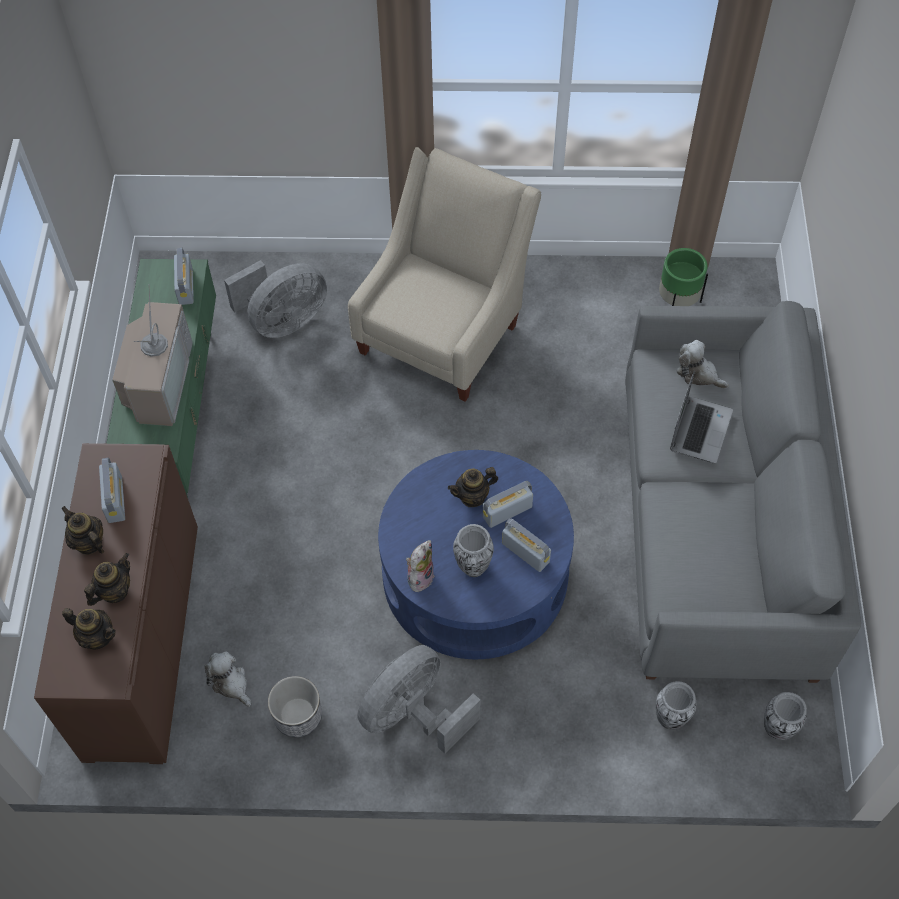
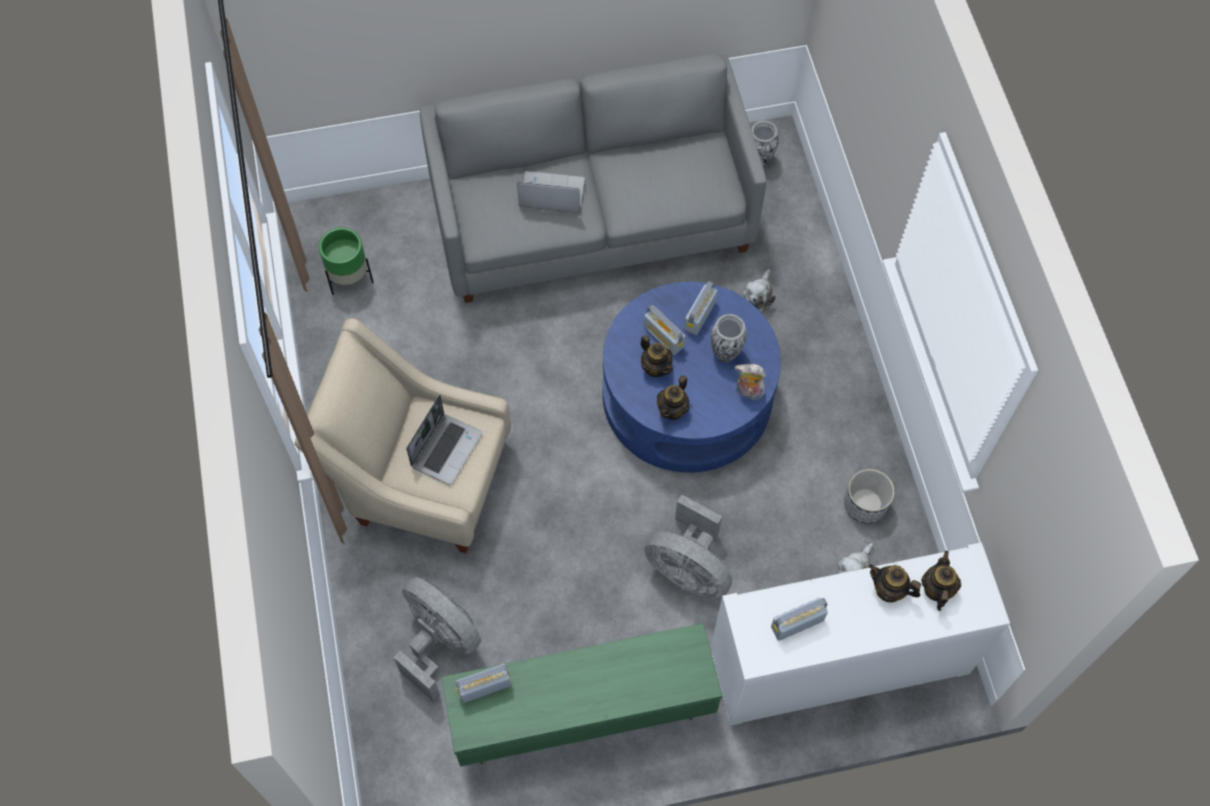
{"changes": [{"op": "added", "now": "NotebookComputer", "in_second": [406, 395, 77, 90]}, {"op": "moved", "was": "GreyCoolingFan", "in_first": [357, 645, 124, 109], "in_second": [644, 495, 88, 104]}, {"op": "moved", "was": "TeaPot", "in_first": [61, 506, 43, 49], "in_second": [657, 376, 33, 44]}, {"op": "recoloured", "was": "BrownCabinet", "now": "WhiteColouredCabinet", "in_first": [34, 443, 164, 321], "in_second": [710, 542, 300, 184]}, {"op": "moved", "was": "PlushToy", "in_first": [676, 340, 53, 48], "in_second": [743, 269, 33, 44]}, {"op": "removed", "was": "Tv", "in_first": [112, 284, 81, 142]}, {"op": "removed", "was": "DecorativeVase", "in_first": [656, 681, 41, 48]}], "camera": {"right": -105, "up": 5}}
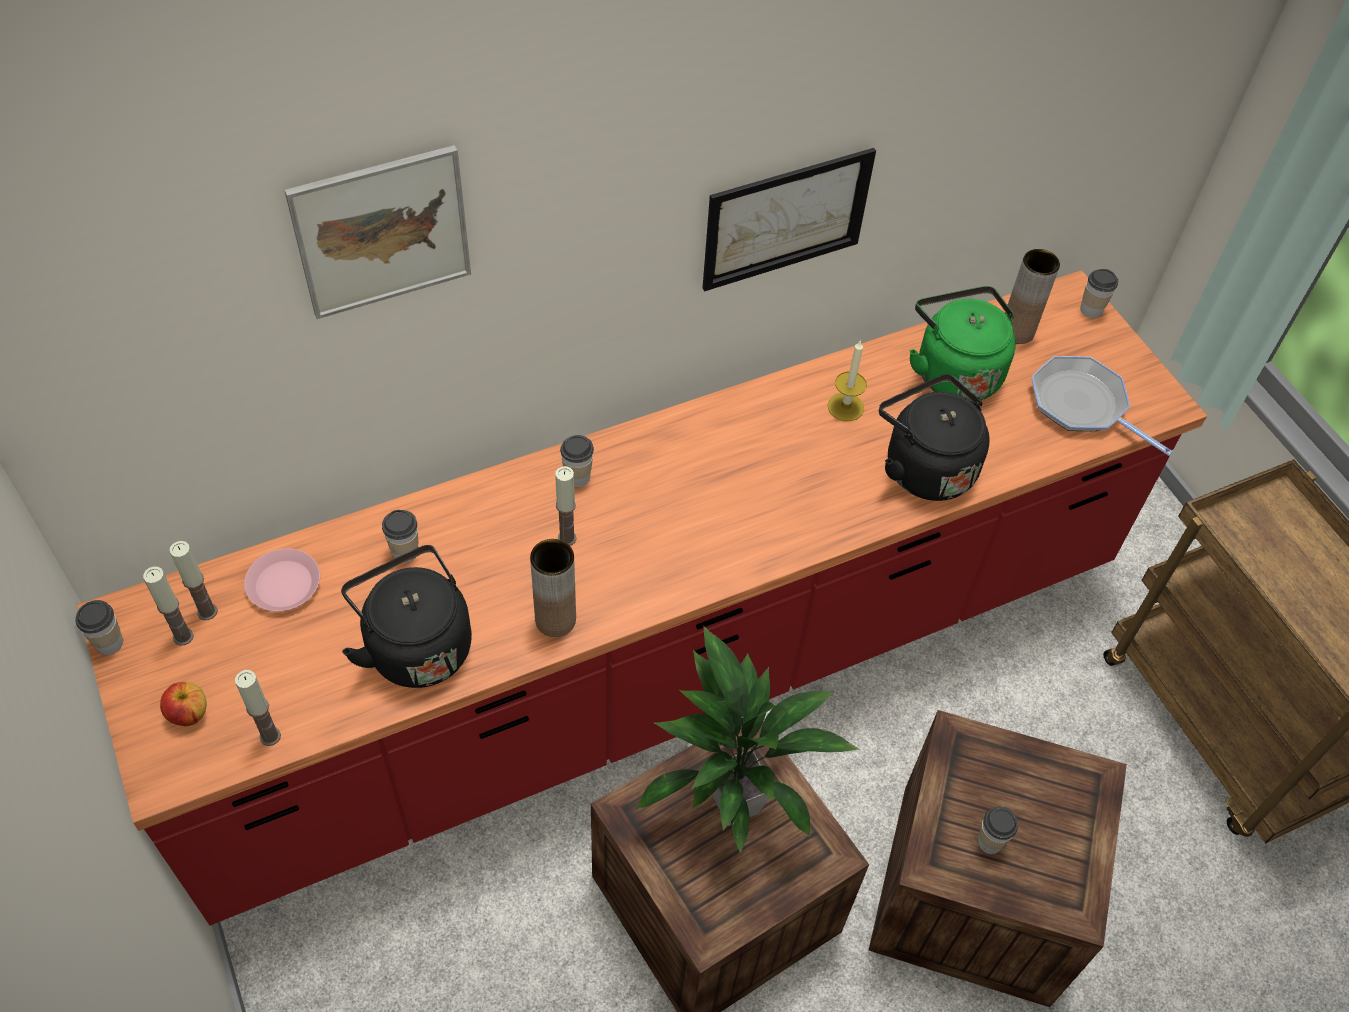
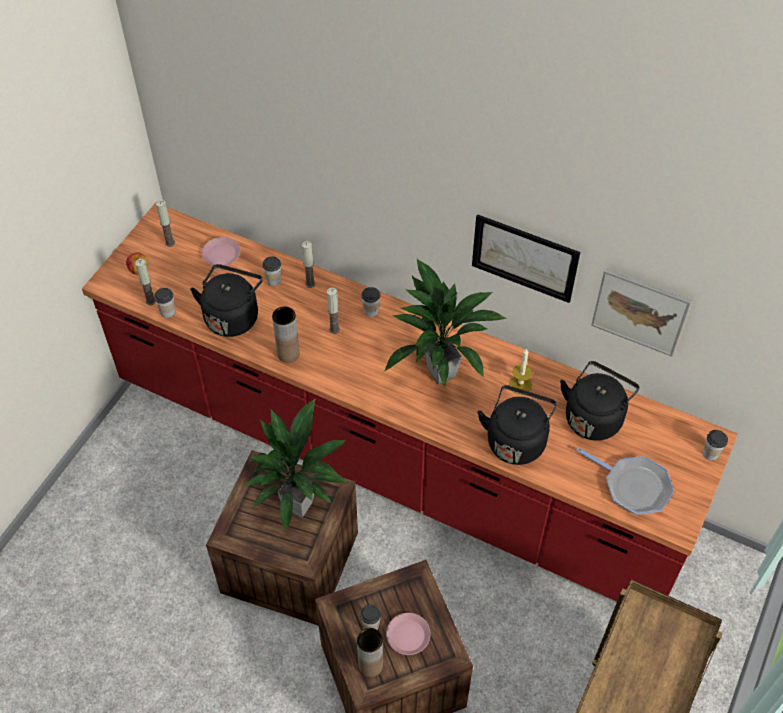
{"changes": [{"op": "moved", "was": "SmallCup", "in_first": [76, 600, 47, 55], "in_second": [154, 288, 21, 30]}, {"op": "moved", "was": "WaxLight", "in_first": [170, 541, 48, 79], "in_second": [302, 241, 13, 47]}, {"op": "moved", "was": "BrownDecorativeVase", "in_first": [1005, 249, 55, 95], "in_second": [357, 628, 26, 50]}, {"op": "added", "now": "PlantInAPot", "in_second": [384, 259, 124, 128]}, {"op": "added", "now": "PinkColouredFlatDish", "in_second": [386, 613, 45, 42]}, {"op": "recoloured", "was": "GreenTeaKettle", "now": "BlackishTeaKettle", "in_first": [910, 286, 106, 116], "in_second": [560, 361, 80, 80]}, {"op": "turned", "was": "FryingPan", "in_first": [1032, 356, 141, 100], "in_second": [576, 447, 98, 68], "clockwise": 120}, {"op": "moved", "was": "WallPicture", "in_first": [284, 145, 187, 174], "in_second": [591, 269, 101, 88]}], "camera": {"right": 55, "up": 0}}
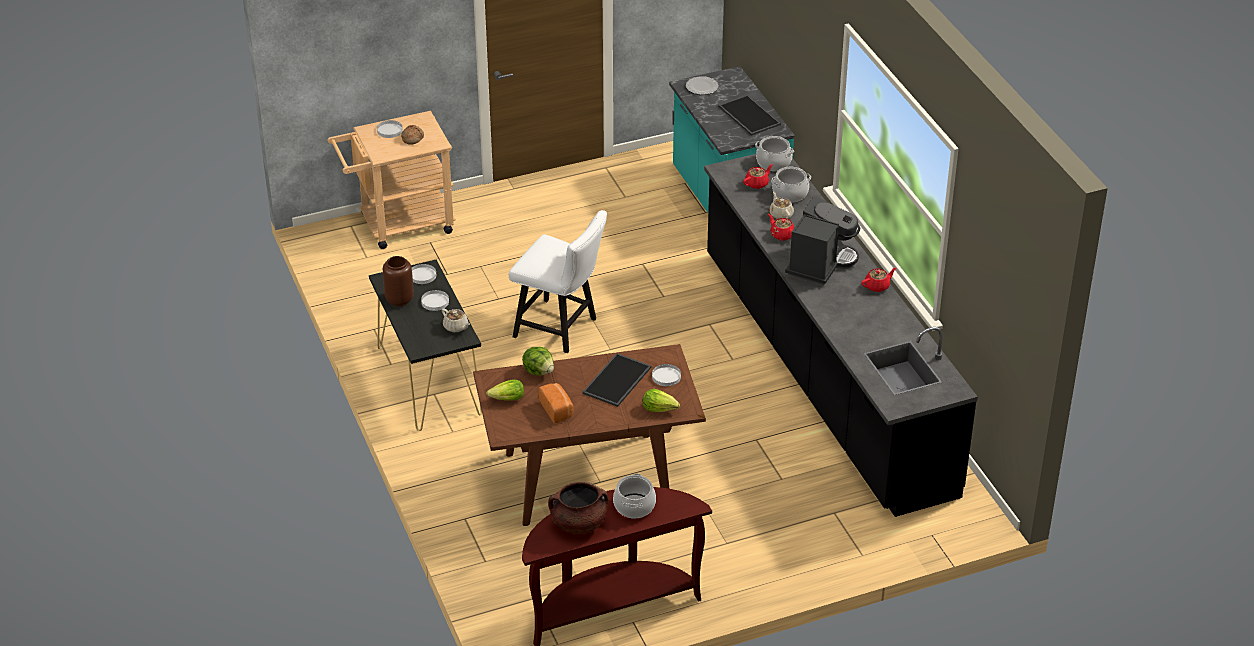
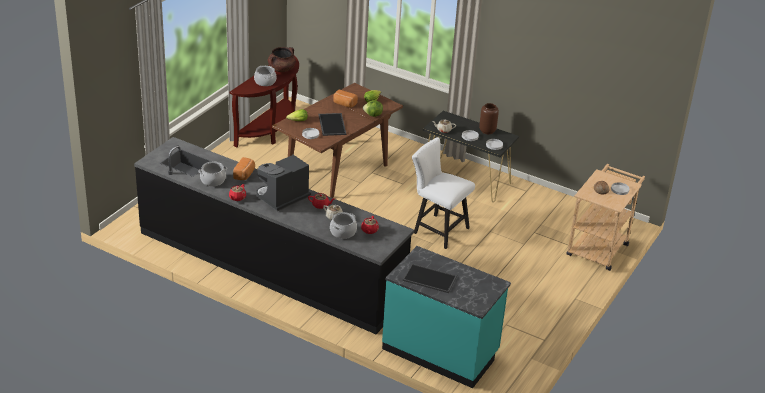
{"changes": [{"op": "moved", "was": "CookingPot", "in_first": [755, 136, 39, 35], "in_second": [198, 162, 29, 24]}, {"op": "added", "now": "BakedBread", "in_second": [233, 157, 22, 23]}, {"op": "turned", "was": "CoffeeMachine", "in_first": [785, 196, 75, 89], "in_second": [257, 154, 54, 57], "clockwise": 60}, {"op": "turned", "was": "WhiteColouredChair", "in_first": [509, 210, 98, 143], "in_second": [412, 137, 63, 112], "clockwise": 45}, {"op": "removed", "was": "FlatDish", "in_first": [686, 76, 32, 19]}], "camera": {"right": 140, "up": -5}}
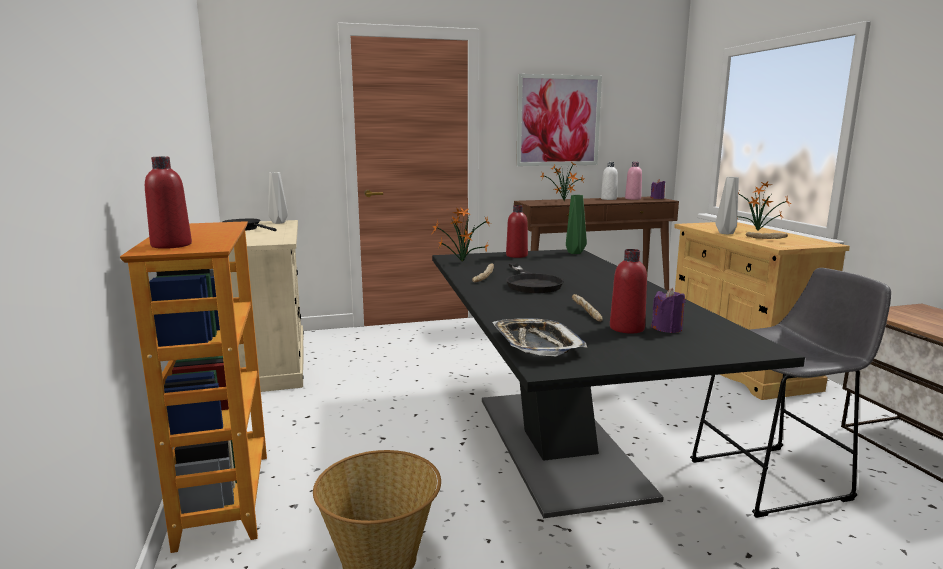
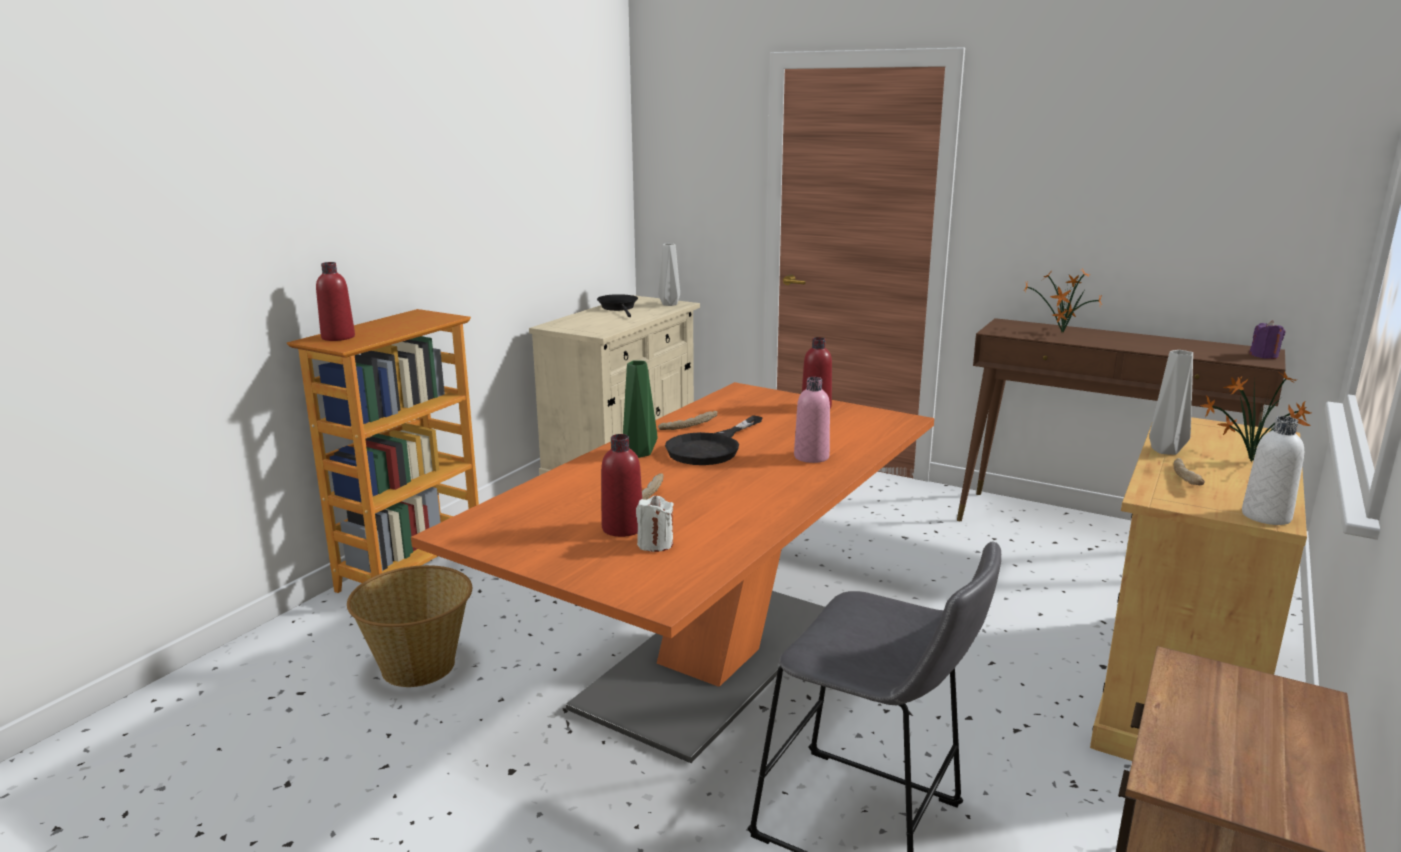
{"changes": [{"op": "recoloured", "was": "BlackishDiningTable", "now": "OrangeDiningTable", "in_first": [432, 249, 373, 269], "in_second": [411, 382, 523, 381]}, {"op": "moved", "was": "GreenDecorativeVase", "in_first": [566, 195, 21, 59], "in_second": [623, 361, 34, 97]}, {"op": "recoloured", "was": "PurpleWaxLight", "now": "WhiteColouredWaxLight", "in_first": [651, 288, 35, 45], "in_second": [636, 495, 38, 57]}, {"op": "moved", "was": "PinkColouredBottle", "in_first": [625, 162, 17, 38], "in_second": [794, 377, 36, 86]}, {"op": "moved", "was": "WhiteColouredBottle", "in_first": [601, 162, 17, 38], "in_second": [1242, 416, 62, 109]}, {"op": "removed", "was": "PlantInAPot", "in_first": [432, 208, 59, 53]}, {"op": "removed", "was": "ServingTray", "in_first": [493, 318, 94, 39]}, {"op": "removed", "was": "WallPicture", "in_first": [516, 74, 86, 92]}], "camera": {"right": 45, "up": 5}}
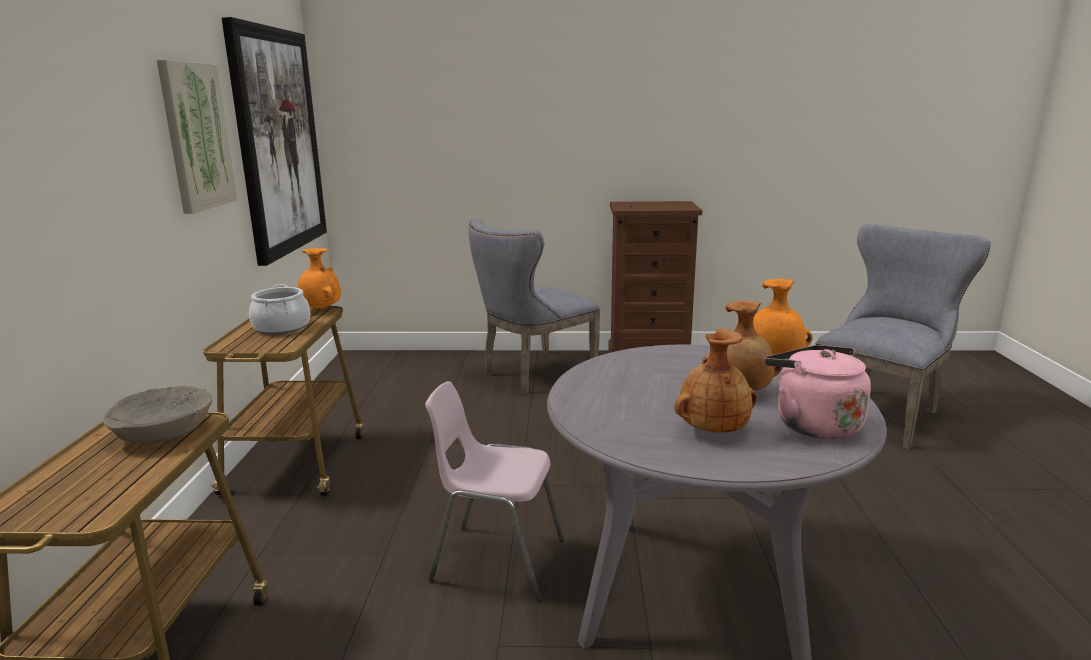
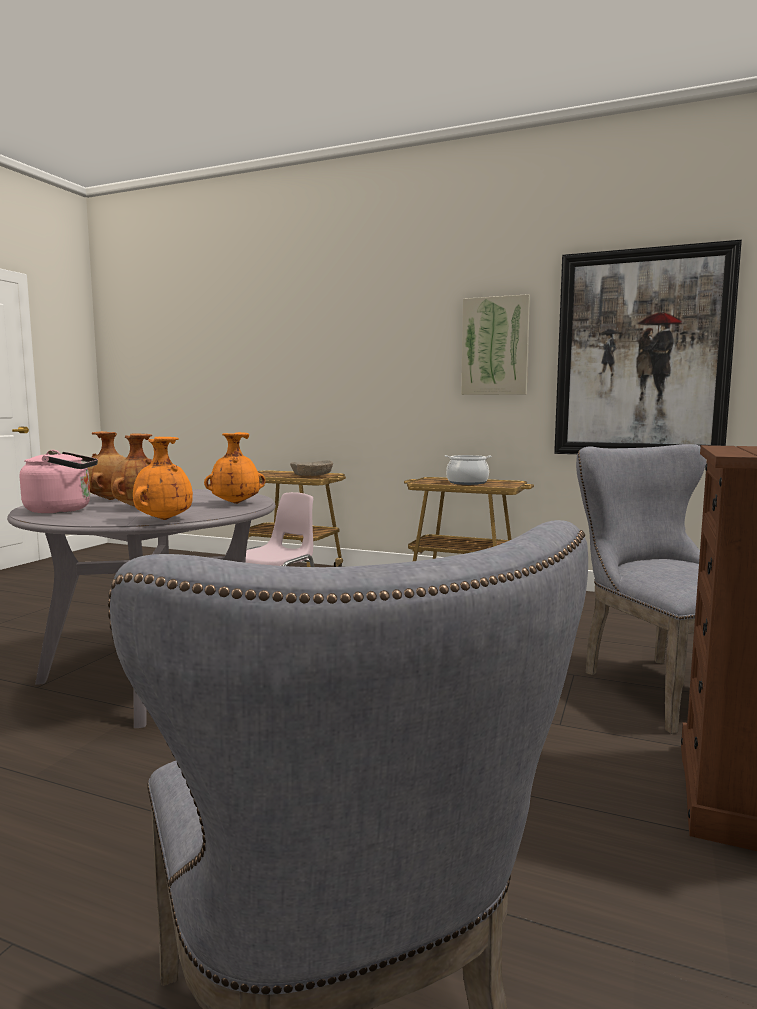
{"changes": [{"op": "moved", "was": "OrangeDecorativeVase", "in_first": [297, 248, 44, 61], "in_second": [204, 432, 62, 72]}], "camera": {"right": 110, "up": -10}}
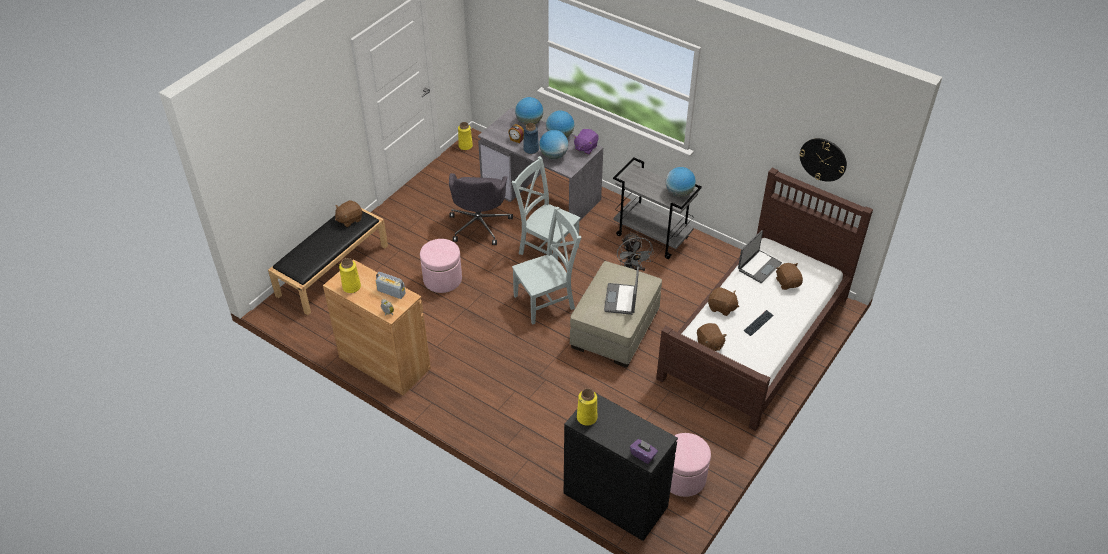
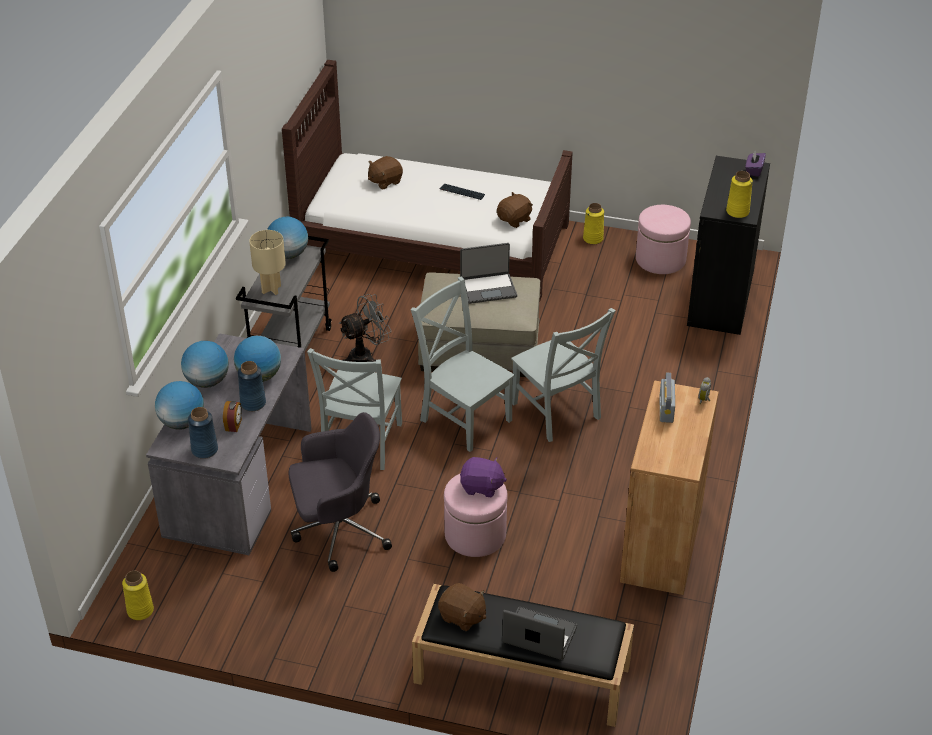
{"changes": [{"op": "added", "now": "BlueDecorativeVase", "in_second": [188, 407, 30, 52]}, {"op": "added", "now": "BeigeTabletopLamp", "in_second": [249, 230, 37, 65]}, {"op": "moved", "was": "PurplePlushToy", "in_first": [573, 129, 26, 25], "in_second": [460, 457, 47, 40]}, {"op": "moved", "was": "NotebookComputer", "in_first": [738, 230, 44, 53], "in_second": [502, 607, 75, 53]}, {"op": "added", "now": "GreyChair", "in_second": [511, 308, 105, 134]}, {"op": "moved", "was": "YellowColouredDecorativeVase", "in_first": [339, 258, 22, 35], "in_second": [583, 203, 21, 41]}, {"op": "removed", "was": "BrownPlushToy", "in_first": [708, 287, 31, 29]}, {"op": "removed", "was": "ClockOnTheWall", "in_first": [799, 138, 48, 44]}], "camera": {"right": -110, "up": -5}}
